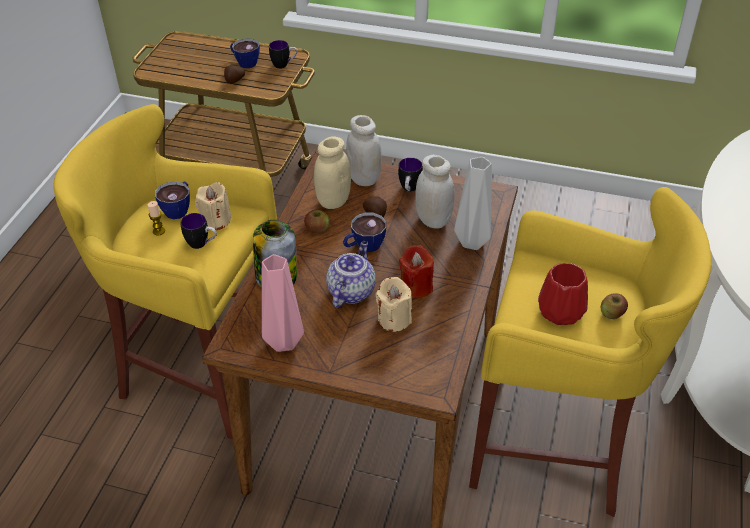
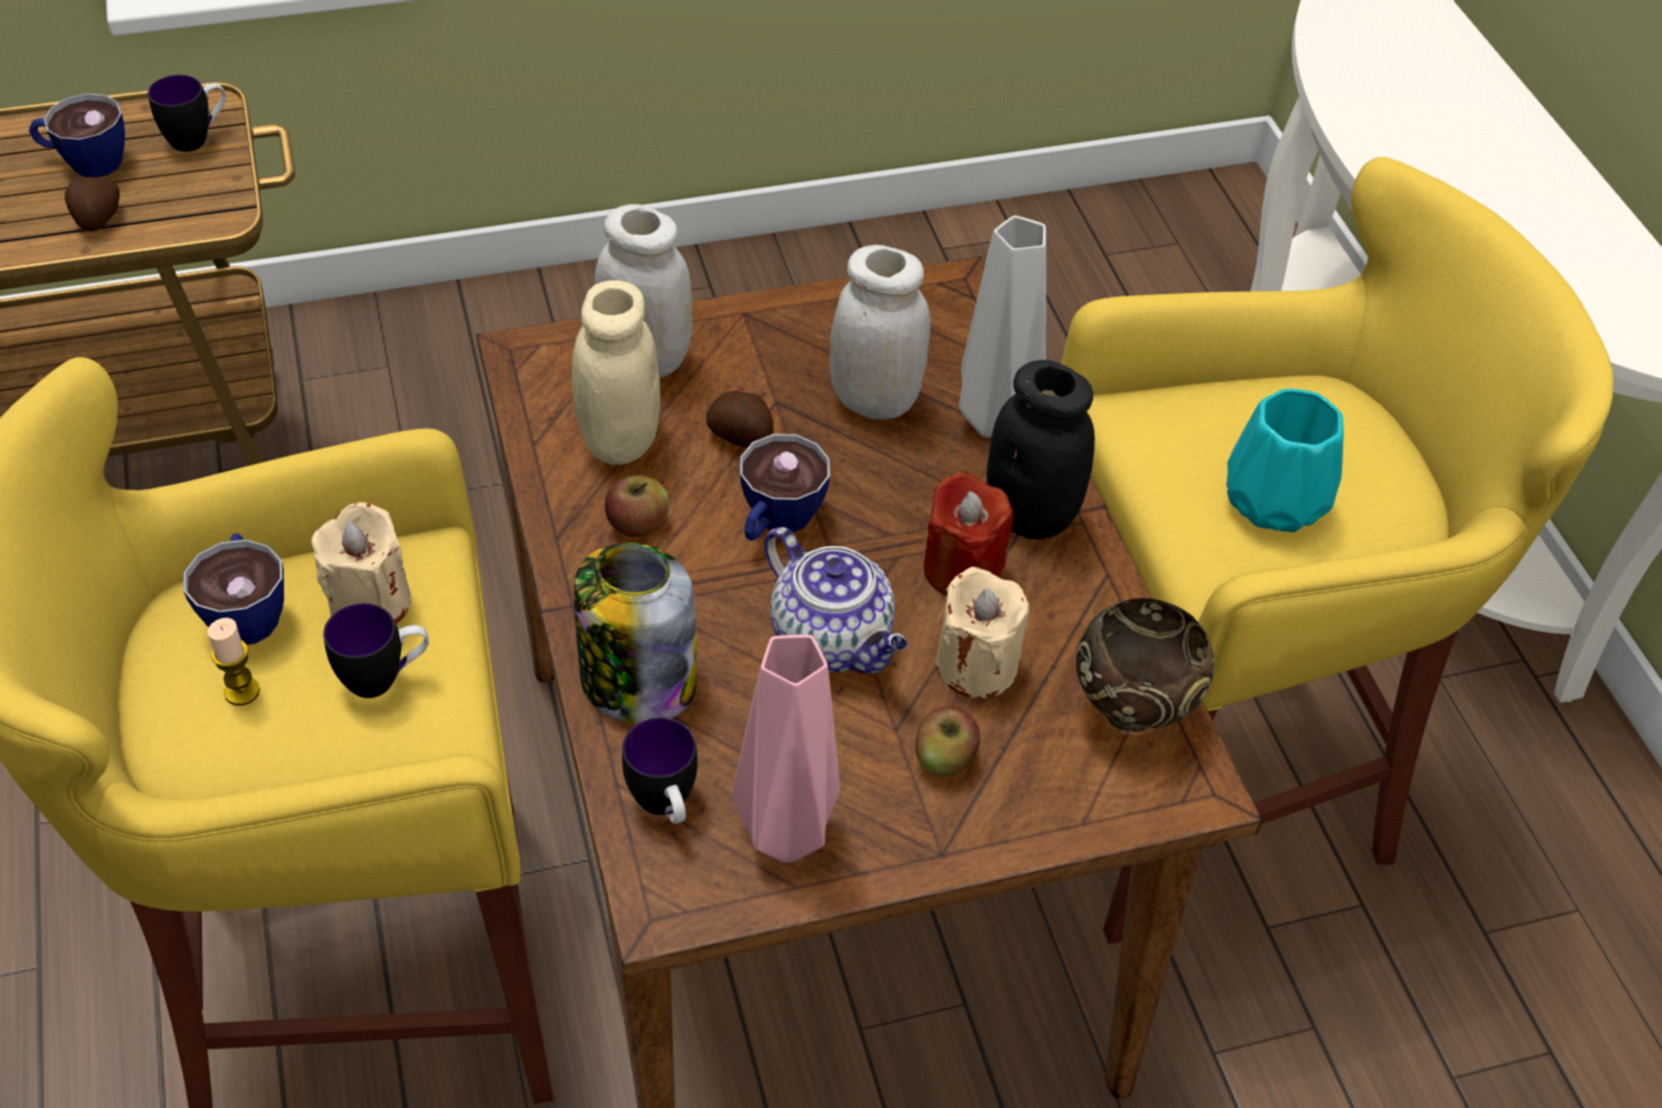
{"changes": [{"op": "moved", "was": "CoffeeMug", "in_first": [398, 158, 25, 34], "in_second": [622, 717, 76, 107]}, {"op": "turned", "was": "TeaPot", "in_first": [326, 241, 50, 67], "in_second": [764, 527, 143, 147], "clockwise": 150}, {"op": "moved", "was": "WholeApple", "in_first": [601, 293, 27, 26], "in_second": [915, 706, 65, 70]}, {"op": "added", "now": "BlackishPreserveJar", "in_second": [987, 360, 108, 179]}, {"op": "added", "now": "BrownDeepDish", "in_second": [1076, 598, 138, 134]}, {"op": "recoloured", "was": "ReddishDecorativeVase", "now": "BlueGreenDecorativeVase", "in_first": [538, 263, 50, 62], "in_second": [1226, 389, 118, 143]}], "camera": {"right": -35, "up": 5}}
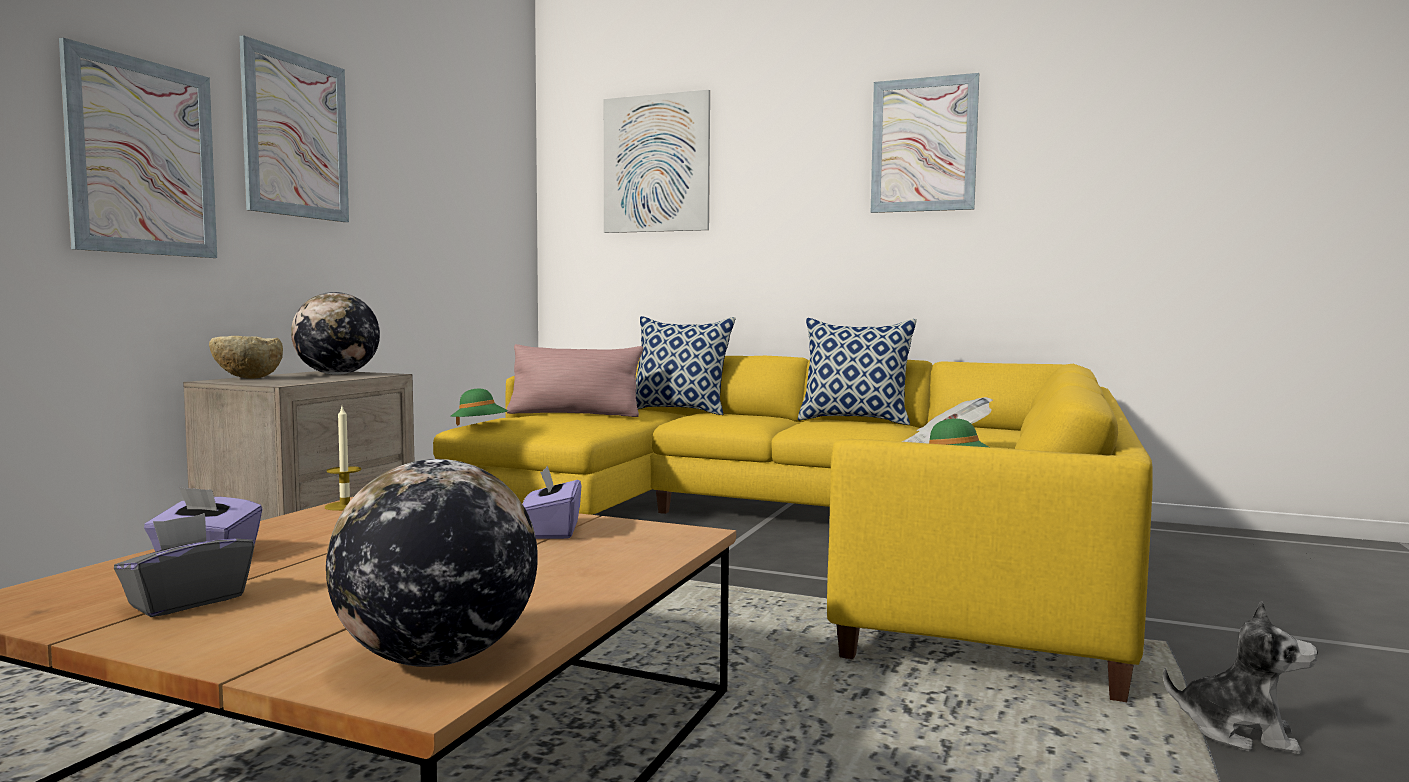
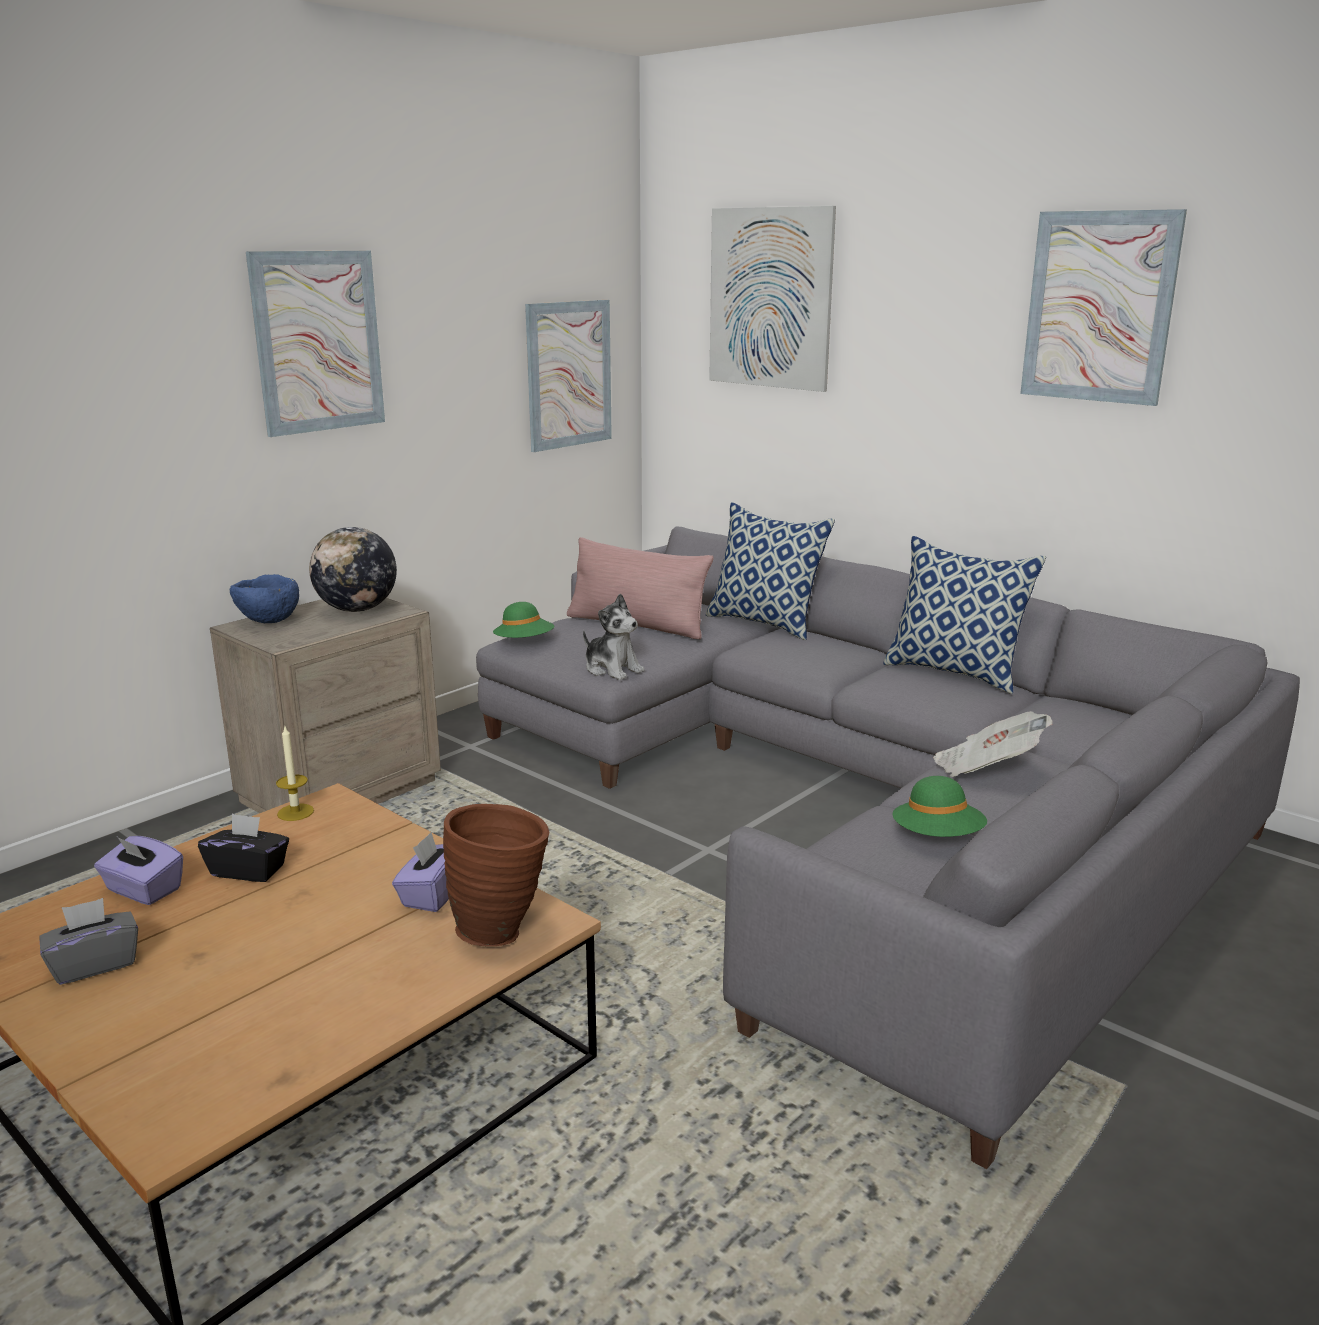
{"changes": [{"op": "added", "now": "BlackishTissueBox", "in_second": [198, 813, 91, 69]}, {"op": "recoloured", "was": "BeigeDeepDish", "now": "BlueDeepDish", "in_first": [209, 336, 74, 43], "in_second": [230, 574, 69, 49]}, {"op": "added", "now": "BrownDecorativeVase", "in_second": [443, 804, 106, 142]}, {"op": "recoloured", "was": "YellowColouredSofa", "now": "GreySofa", "in_first": [433, 356, 720, 346], "in_second": [476, 527, 824, 642]}, {"op": "moved", "was": "WallPicture", "in_first": [59, 38, 158, 220], "in_second": [525, 300, 87, 152]}, {"op": "moved", "was": "PlushToy", "in_first": [1163, 601, 155, 153], "in_second": [583, 593, 61, 87]}, {"op": "removed", "was": "WorldGlobe", "in_first": [326, 459, 212, 208]}], "camera": {"right": 20, "up": 15}}
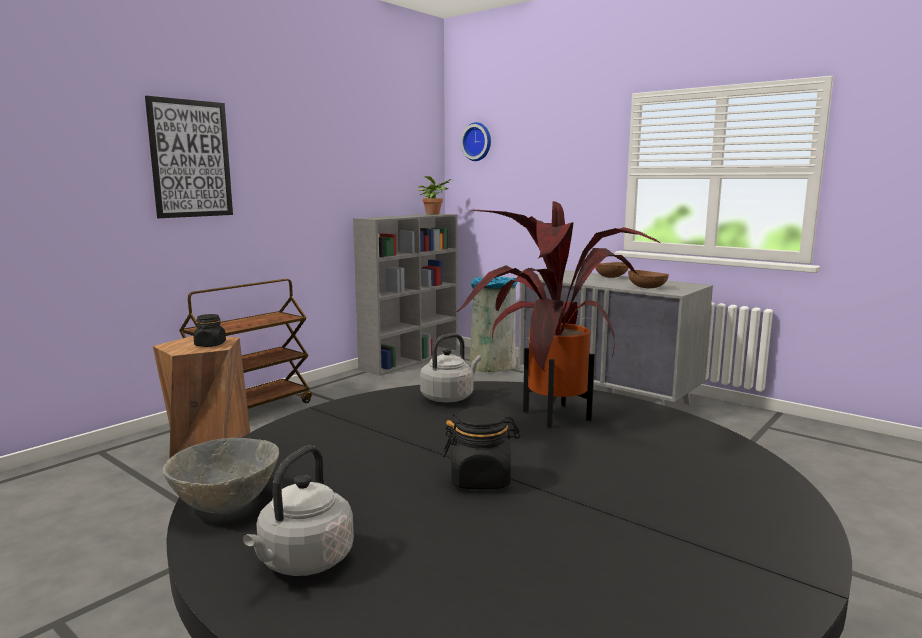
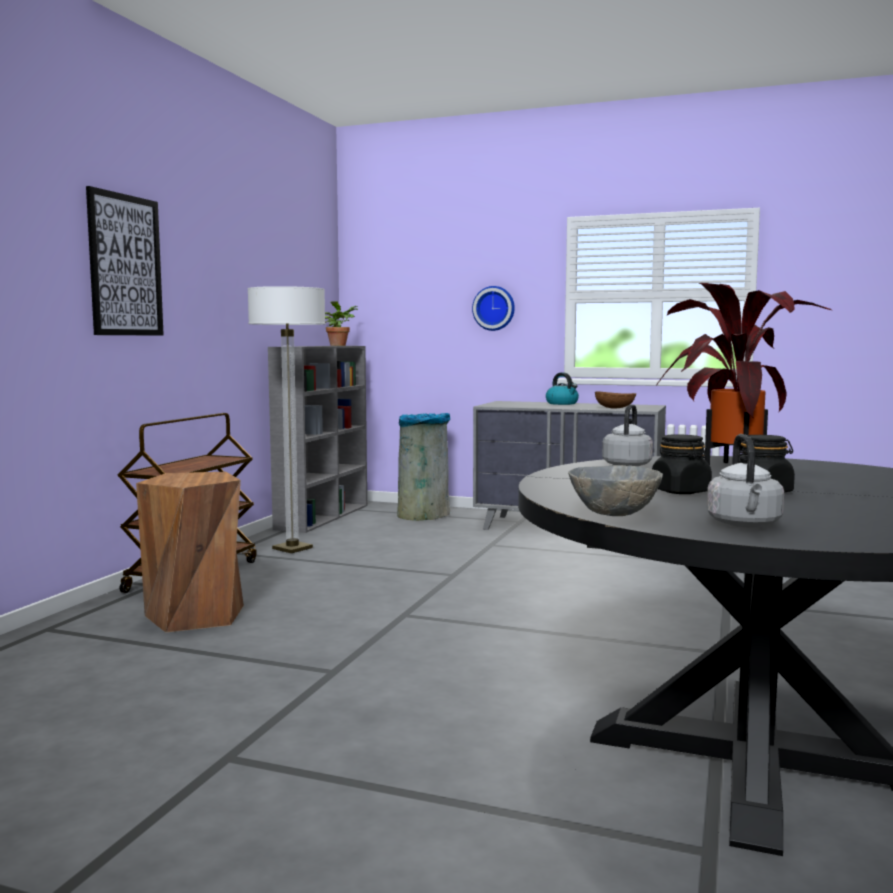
{"changes": [{"op": "added", "now": "FloorLamp", "in_second": [247, 286, 78, 267]}, {"op": "moved", "was": "ClockOnTheWall", "in_first": [461, 122, 30, 39], "in_second": [472, 286, 43, 45]}, {"op": "replaced", "was": "BrownDeepDish", "now": "TeaKettle", "in_first": [595, 262, 33, 16], "in_second": [546, 372, 33, 33]}, {"op": "moved", "was": "BlackishPreserveJar", "in_first": [193, 314, 33, 33], "in_second": [652, 434, 60, 60]}], "camera": {"right": -20, "up": -5}}
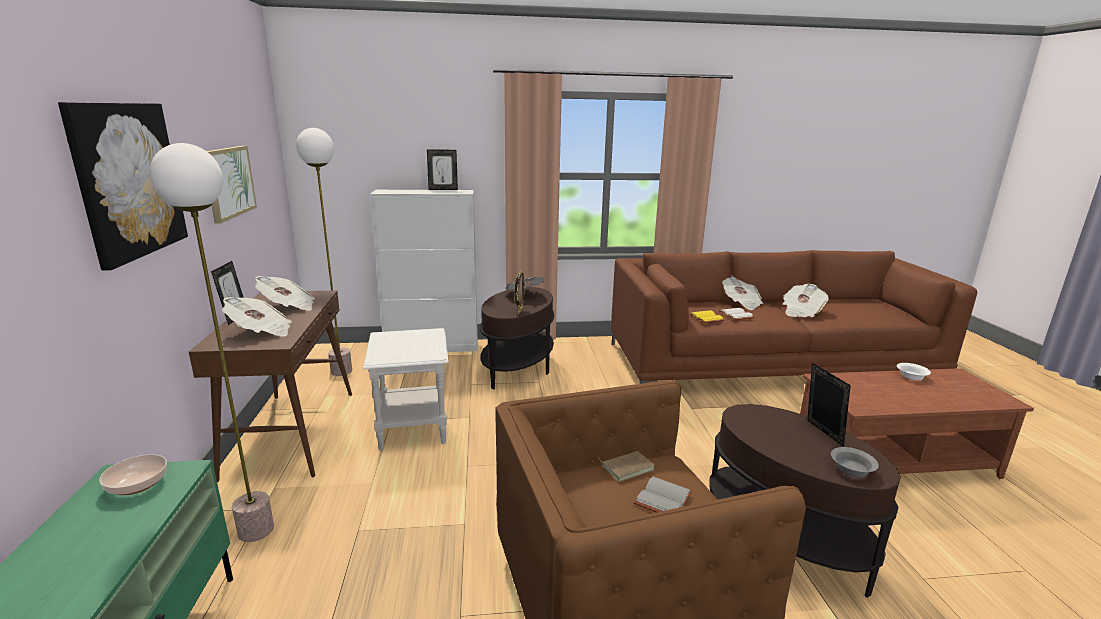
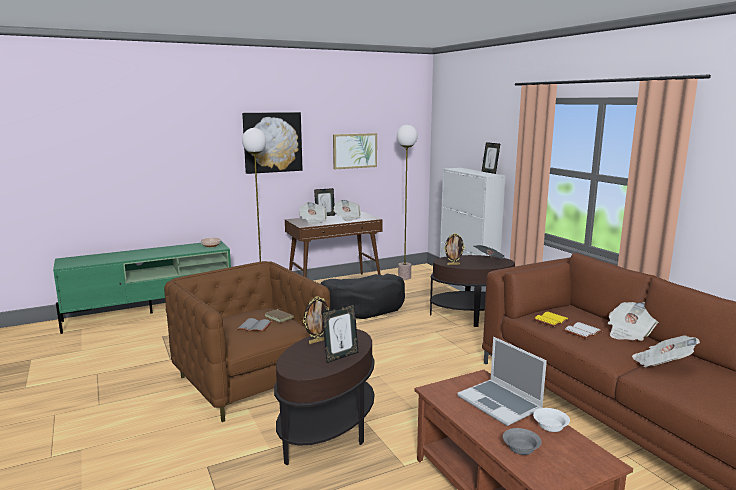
{"changes": [{"op": "added", "now": "StandingFrame", "in_second": [303, 296, 26, 48]}, {"op": "replaced", "was": "WhiteColouredEndTable", "now": "BlackishDogBed", "in_first": [363, 328, 86, 122], "in_second": [320, 274, 85, 45]}, {"op": "added", "now": "NotebookComputer", "in_second": [457, 337, 90, 89]}, {"op": "moved", "was": "GreyDeepDish", "in_first": [831, 447, 48, 30], "in_second": [503, 428, 39, 27]}], "camera": {"right": 70, "up": -5}}
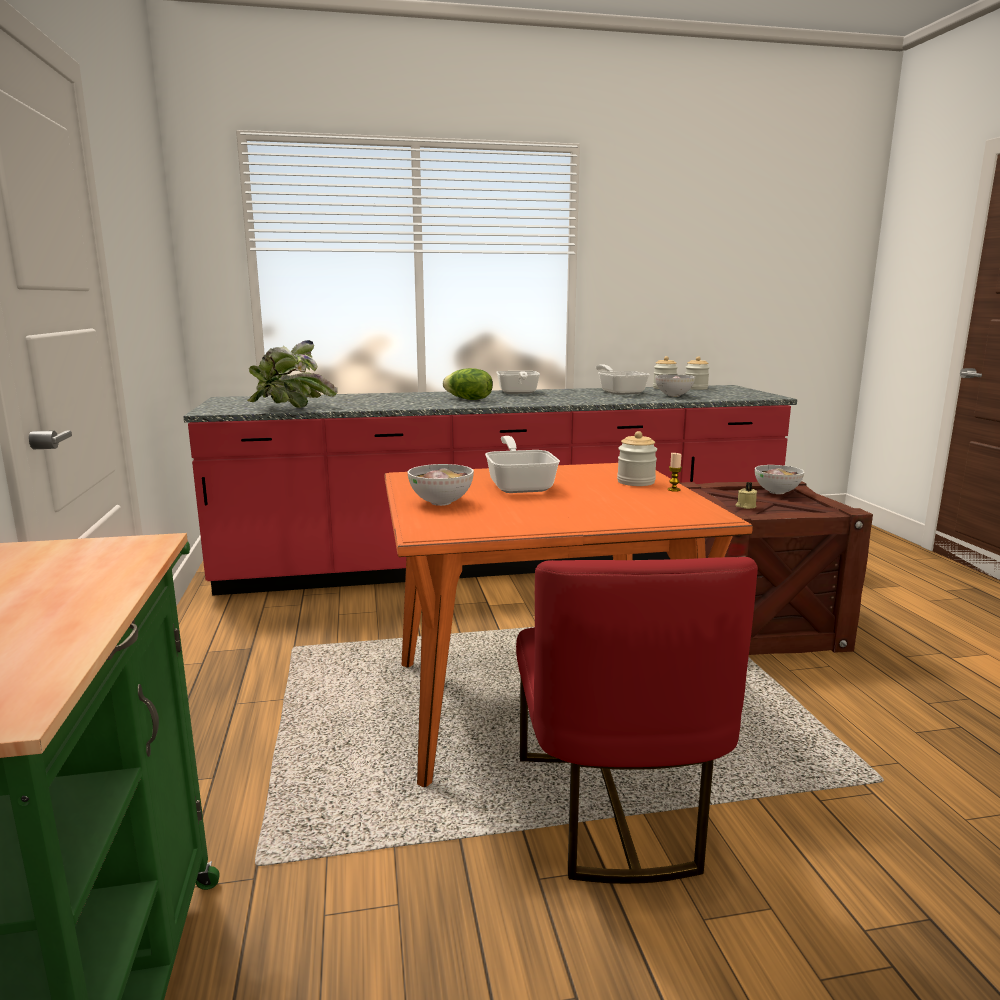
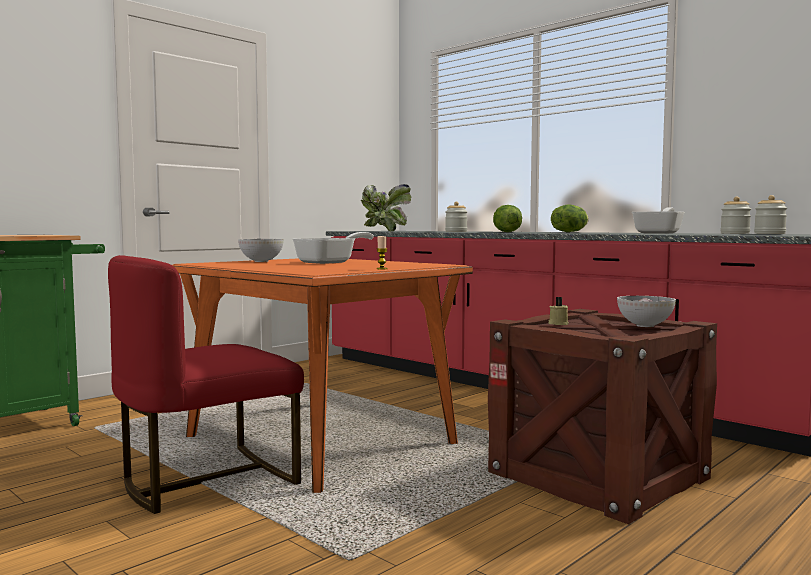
{"changes": [{"op": "moved", "was": "PreserveJar", "in_first": [617, 431, 40, 55], "in_second": [445, 202, 22, 30]}, {"op": "replaced", "was": "FryingPan", "now": "HeadOfLettuce", "in_first": [496, 371, 44, 23], "in_second": [551, 204, 38, 28]}, {"op": "removed", "was": "DeepDish", "in_first": [655, 374, 40, 23]}], "camera": {"right": 55, "up": -10}}
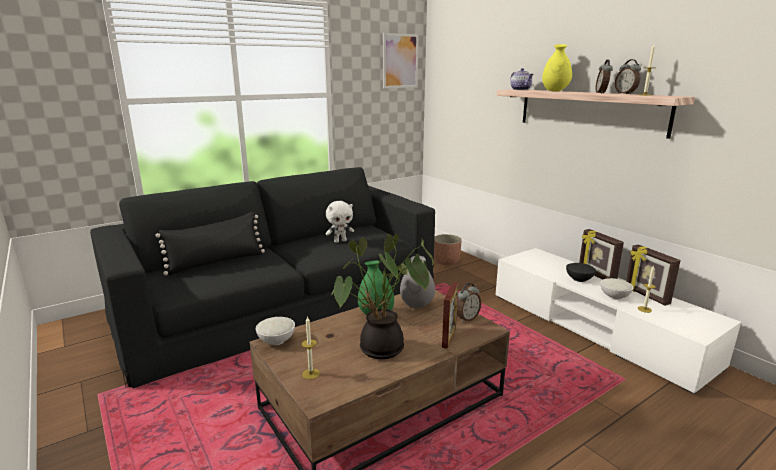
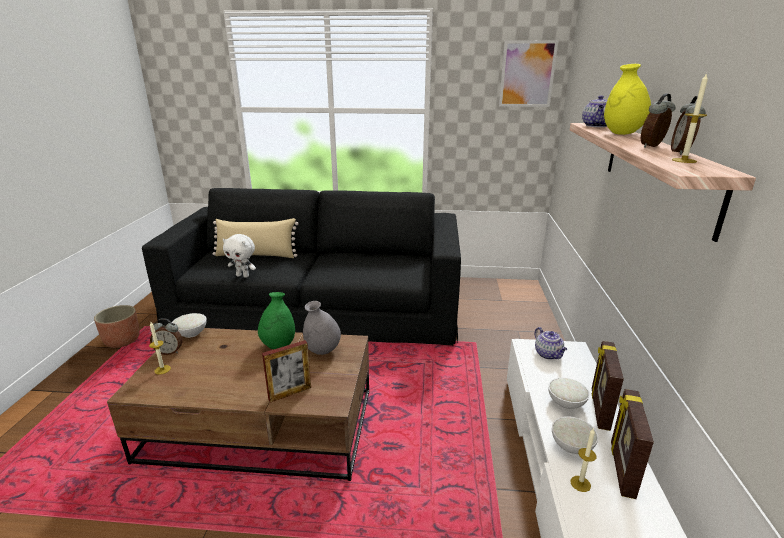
{"changes": [{"op": "moved", "was": "Planter", "in_first": [434, 234, 28, 31], "in_second": [94, 305, 45, 43]}, {"op": "moved", "was": "TableClock", "in_first": [457, 283, 24, 39], "in_second": [150, 318, 32, 37]}, {"op": "recoloured", "was": "BlackishCushion", "now": "BeigeCushion", "in_first": [155, 211, 110, 64], "in_second": [212, 218, 86, 40]}, {"op": "moved", "was": "WhiteColouredPlushToy", "in_first": [326, 201, 28, 42], "in_second": [223, 234, 33, 44]}, {"op": "added", "now": "TeaPot", "in_second": [535, 327, 32, 33]}, {"op": "recoloured", "was": "BlackishDeepDish", "now": "WhiteColouredDeepDish", "in_first": [566, 263, 30, 19], "in_second": [548, 378, 42, 31]}, {"op": "removed", "was": "PlantInAPot", "in_first": [330, 234, 103, 125]}], "camera": {"right": 40, "up": 5}}
